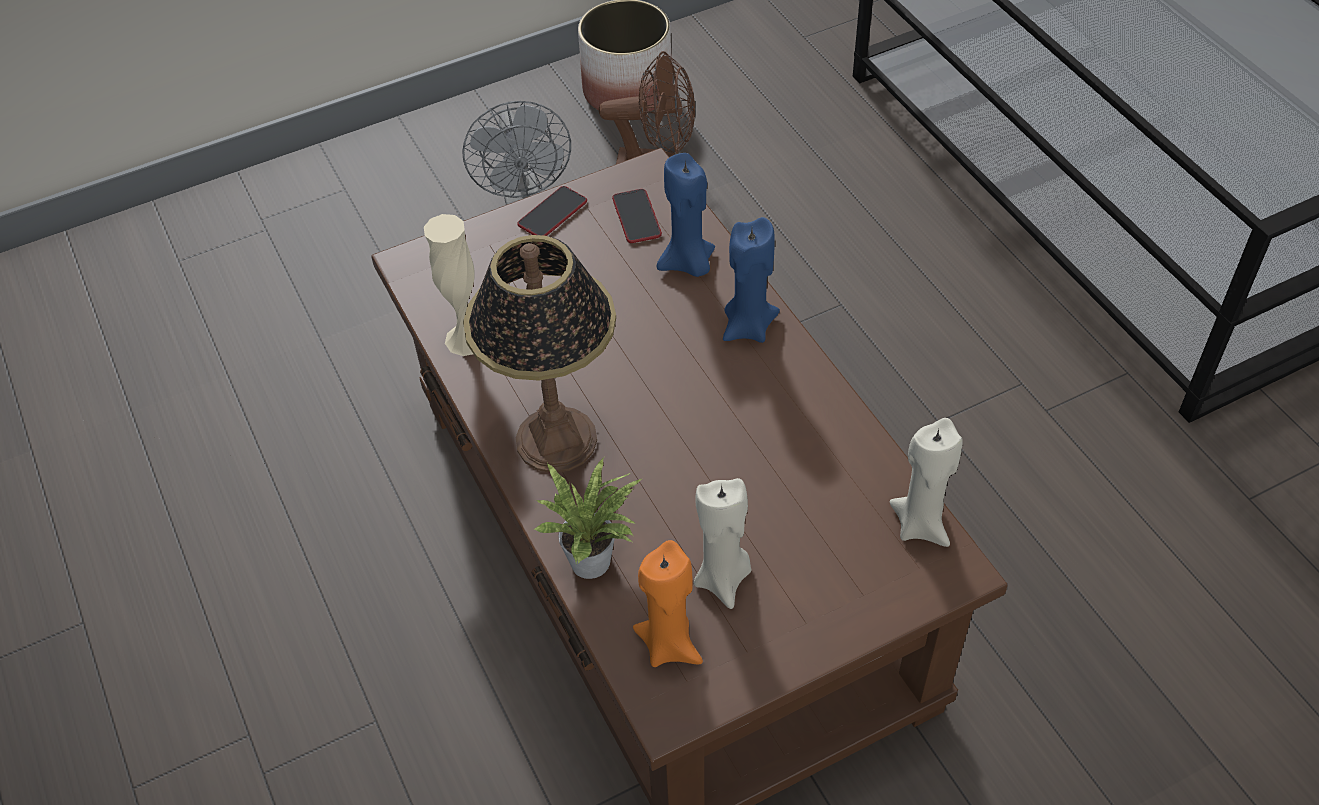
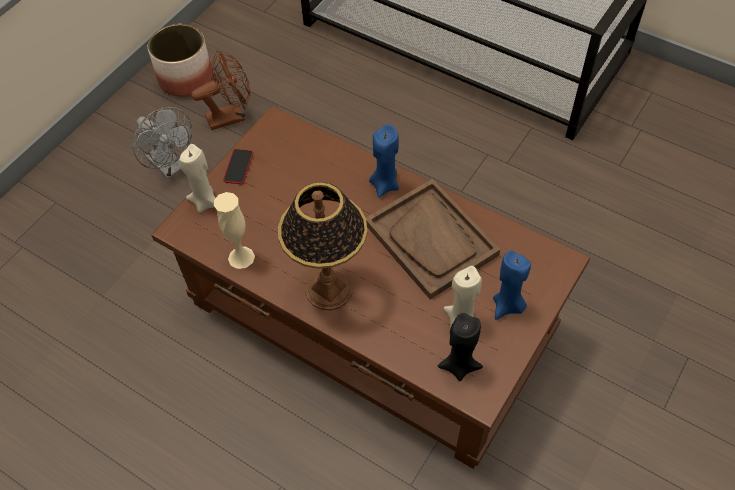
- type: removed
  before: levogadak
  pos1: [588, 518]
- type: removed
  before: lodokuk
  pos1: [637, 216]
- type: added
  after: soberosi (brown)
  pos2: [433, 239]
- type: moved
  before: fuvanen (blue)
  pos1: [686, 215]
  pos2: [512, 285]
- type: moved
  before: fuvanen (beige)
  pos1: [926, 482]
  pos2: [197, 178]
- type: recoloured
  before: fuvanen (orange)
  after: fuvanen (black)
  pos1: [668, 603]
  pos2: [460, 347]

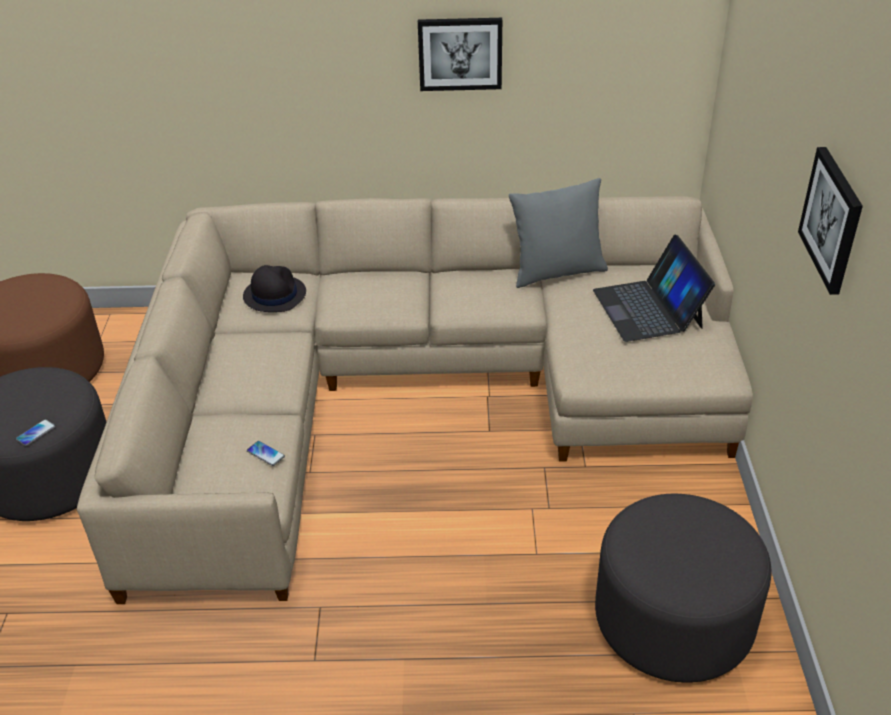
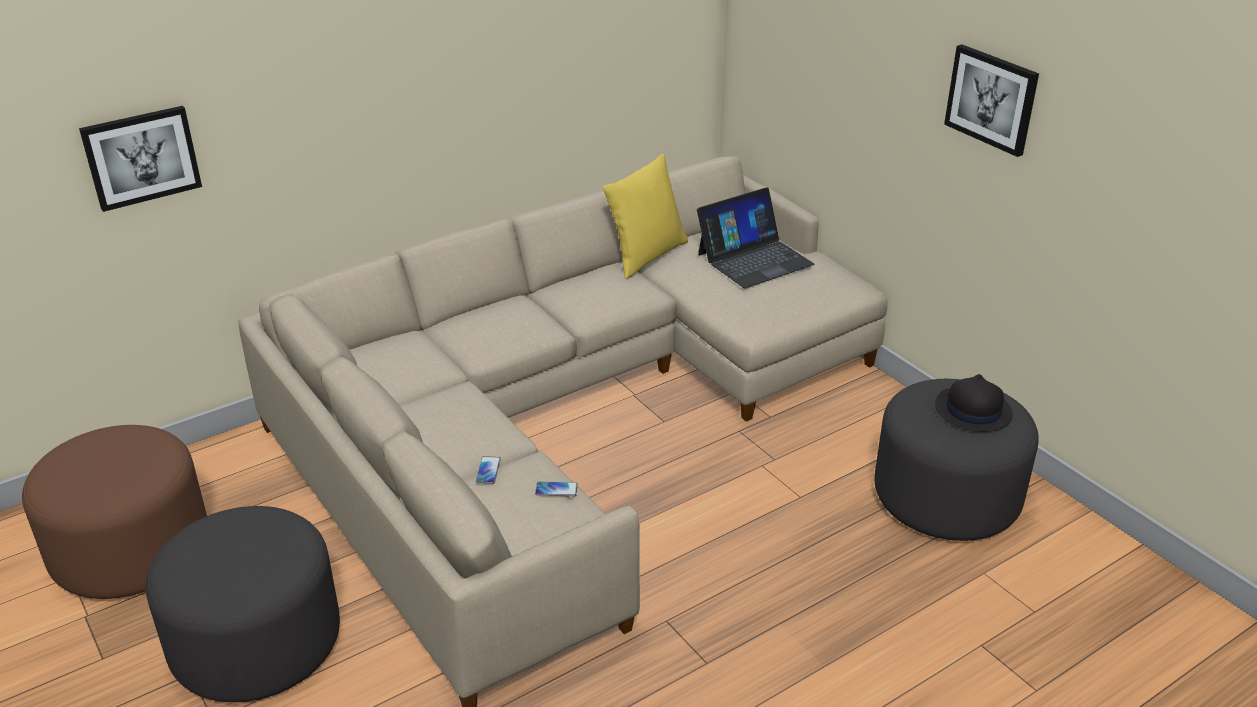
- type: moved
  before: lodokuk
  pos1: [36, 432]
  pos2: [488, 470]
- type: moved
  before: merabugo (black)
  pos1: [274, 288]
  pos2: [974, 403]
- type: moved
  before: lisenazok
  pos1: [460, 54]
  pos2: [140, 159]
- type: recoloured
  before: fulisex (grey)
  after: fulisex (yellow)
  pos1: [558, 233]
  pos2: [645, 216]
- type: turned
  before: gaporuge
  pos1: [654, 288]
  pos2: [755, 238]
  turn: -75

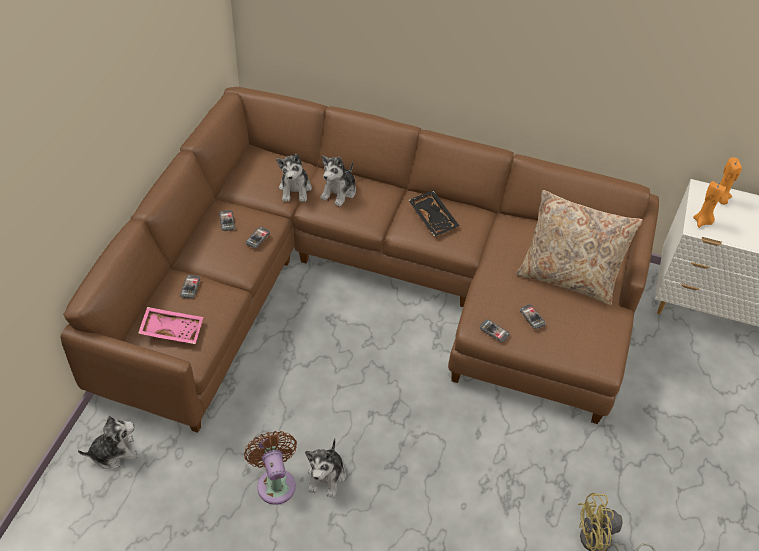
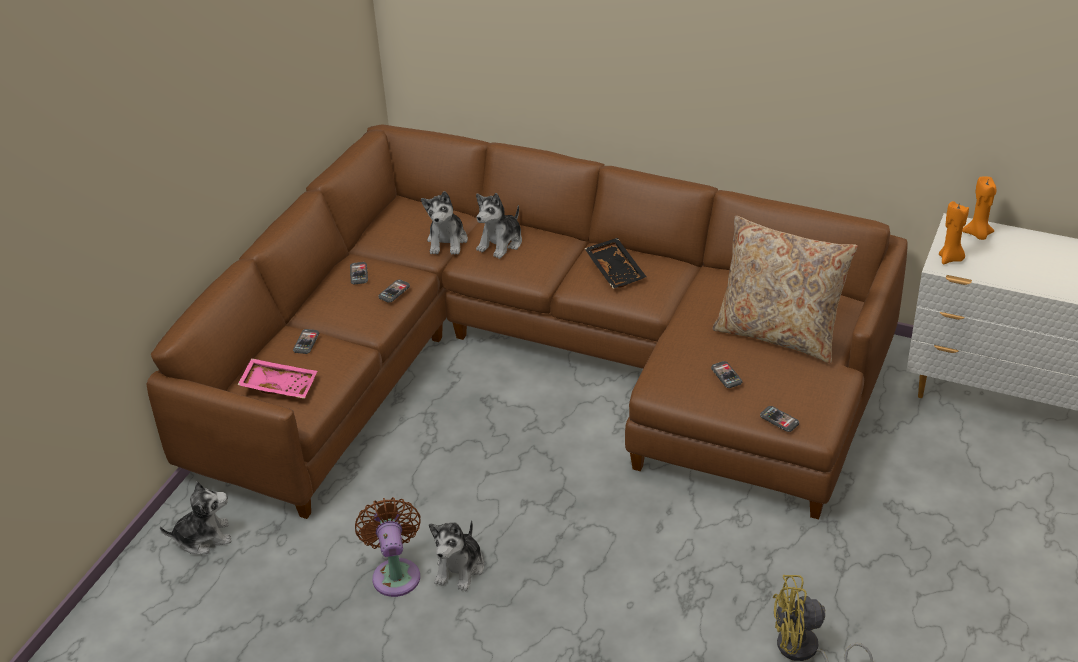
- type: moved
  before: lodokuk
  pos1: [494, 330]
  pos2: [779, 419]

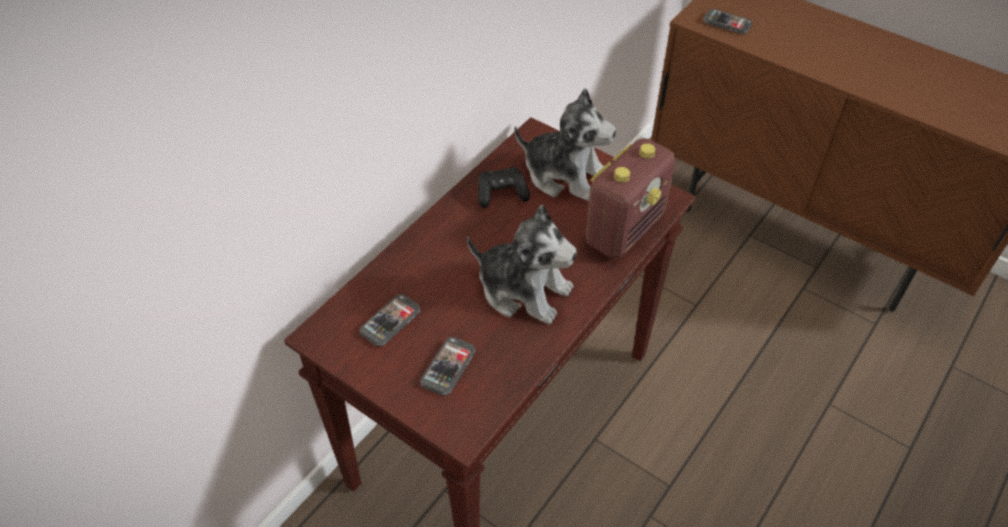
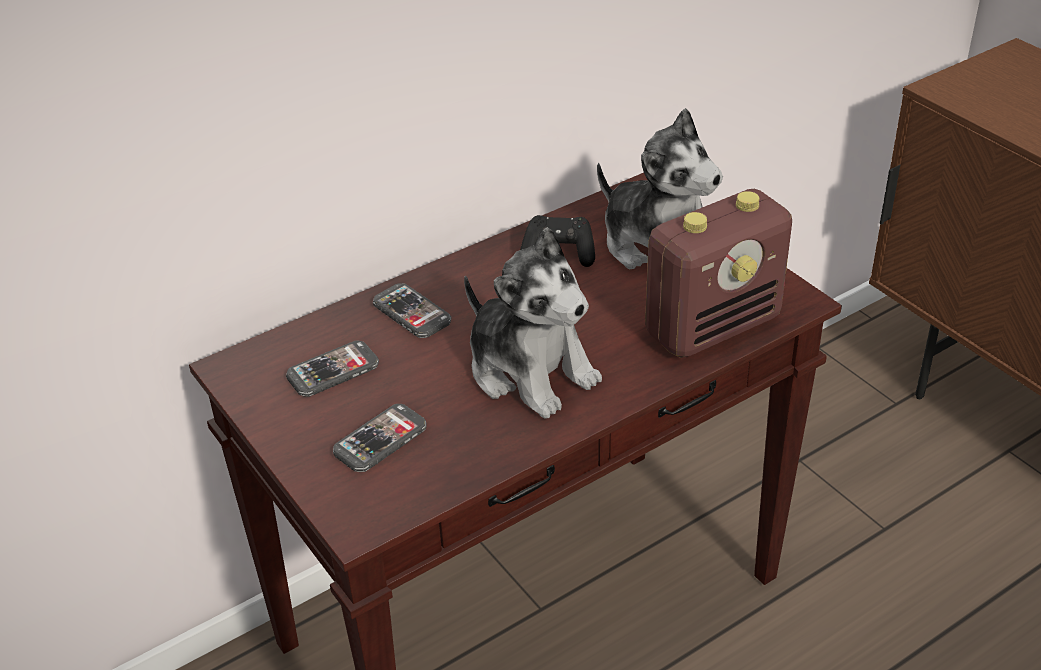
- type: moved
  before: lodokuk
  pos1: [727, 21]
  pos2: [412, 310]

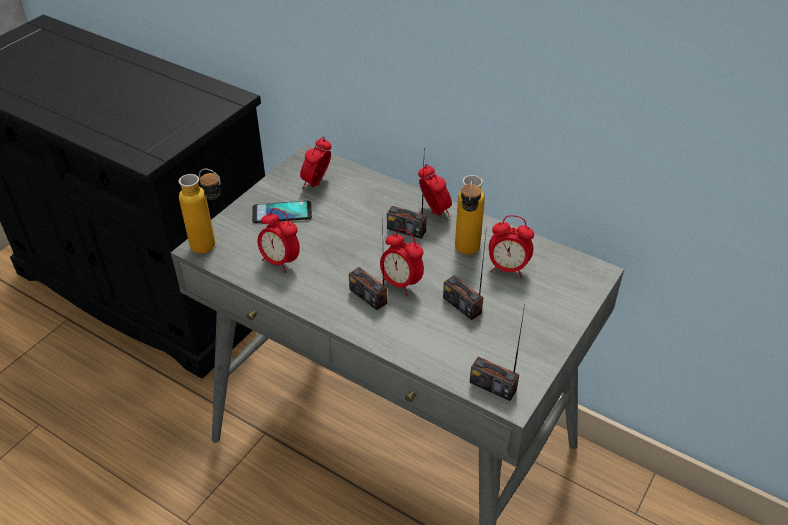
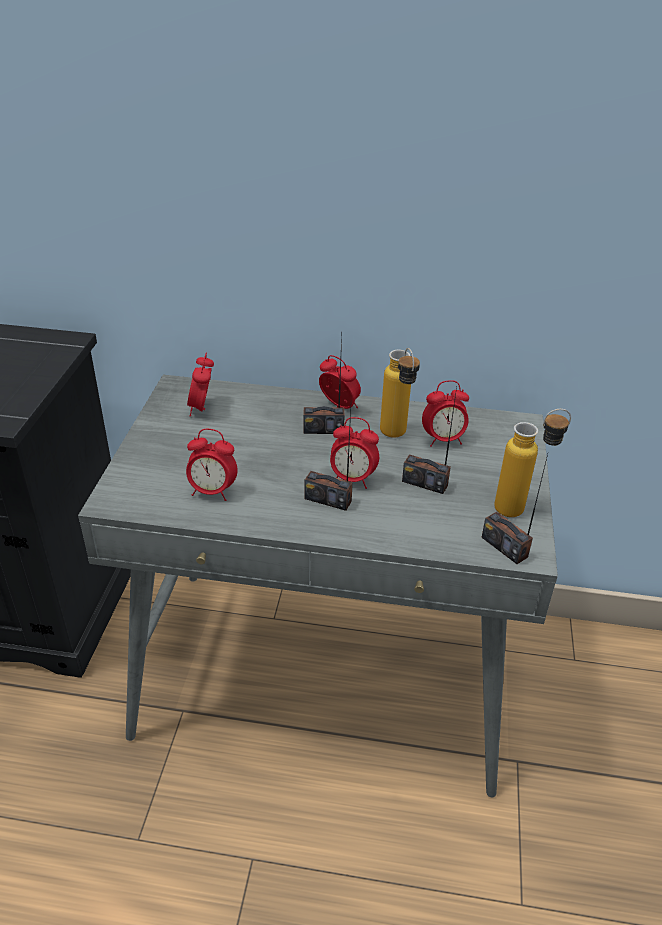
- type: removed
  before: lodokuk
  pos1: [282, 212]
- type: moved
  before: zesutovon
  pos1: [200, 211]
  pos2: [532, 463]
- type: turned
  before: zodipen
  pos1: [497, 352]
  pos2: [515, 509]
  turn: 45

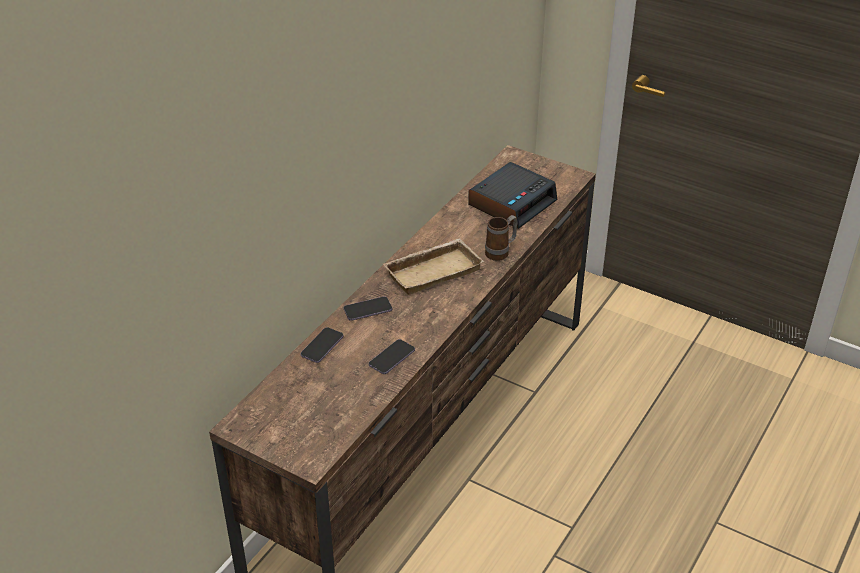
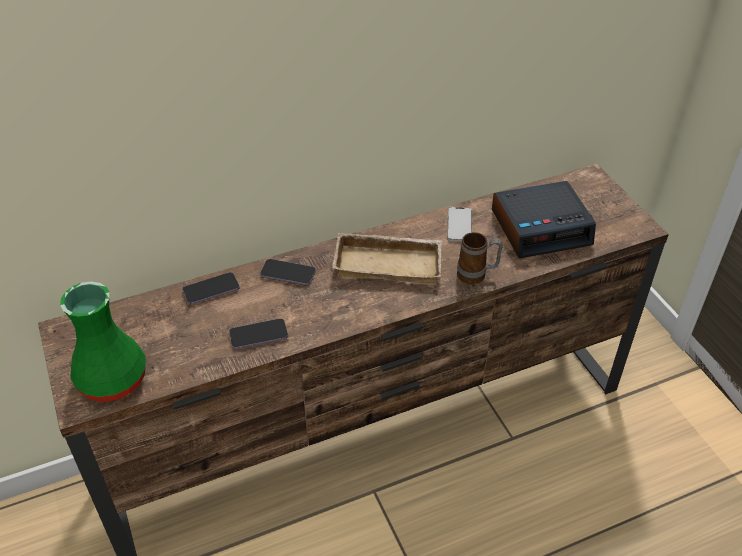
- type: added
  after: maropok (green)
  pos2: [103, 341]
- type: added
  after: lodokuk
  pos2: [459, 224]

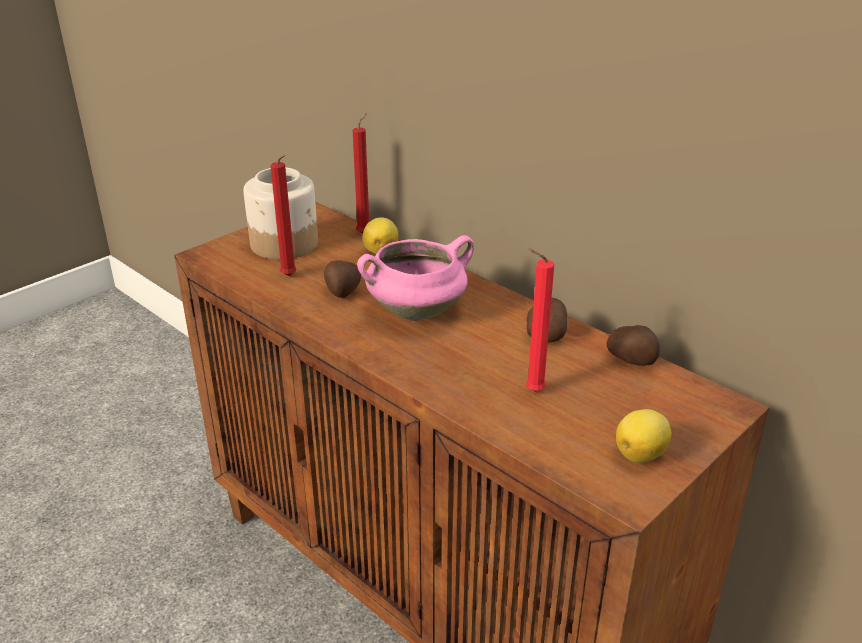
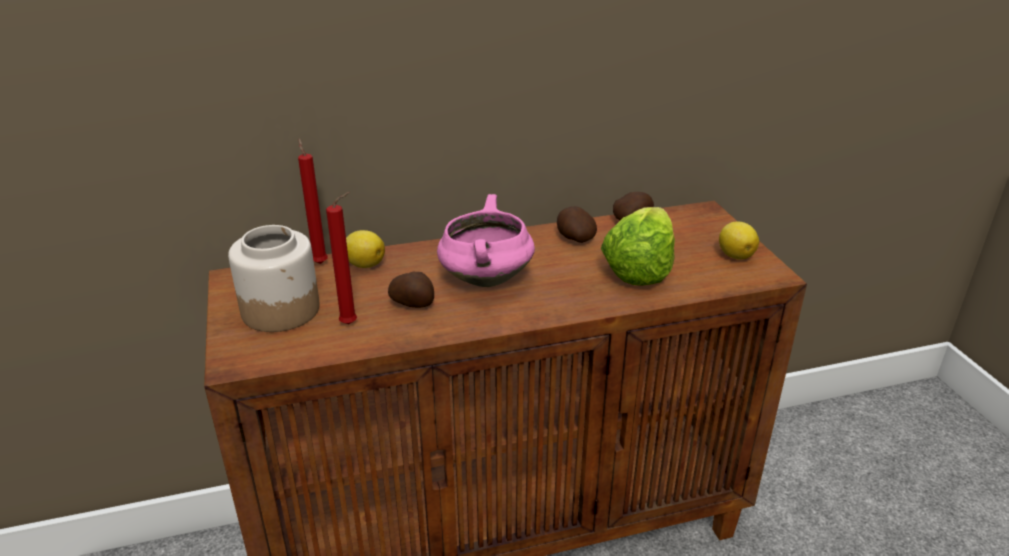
- type: replaced
  before: fuvanen (red)
  after: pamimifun
  pos1: [540, 320]
  pos2: [638, 246]

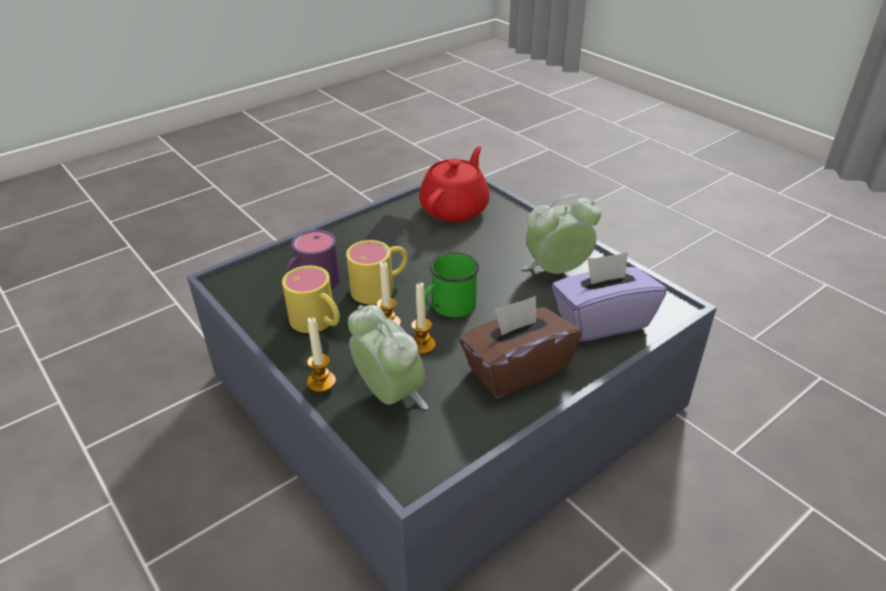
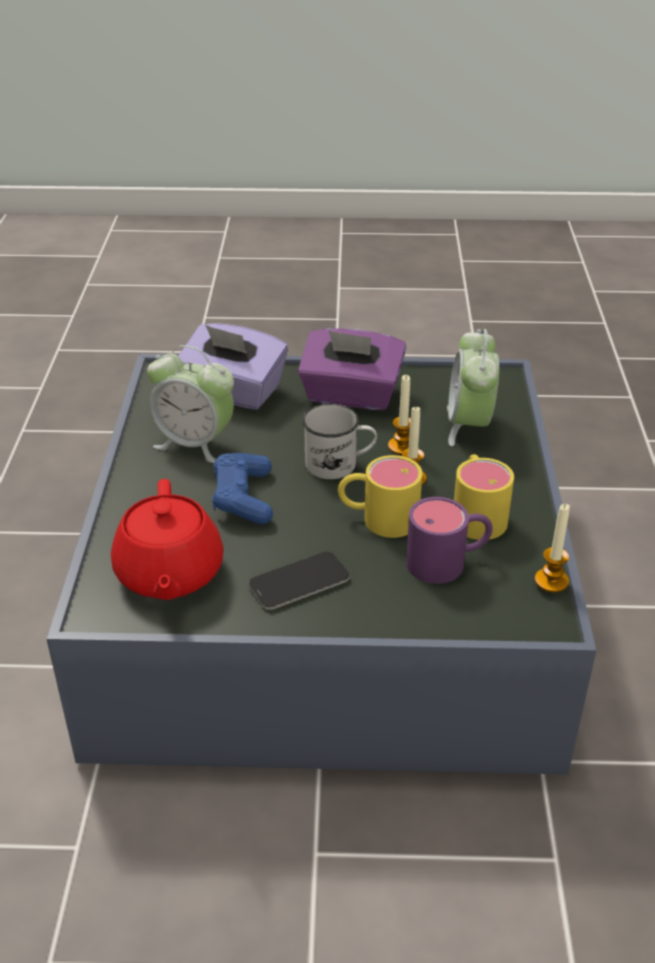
- type: added
  after: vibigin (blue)
  pos2: [242, 488]
- type: moved
  before: fuvanen
  pos1: [321, 354]
  pos2: [552, 548]
- type: recoloured
  before: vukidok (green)
  after: vukidok (white)
  pos1: [452, 285]
  pos2: [339, 441]
- type: recoloured
  before: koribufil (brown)
  after: koribufil (purple)
  pos1: [520, 347]
  pos2: [352, 369]
- type: turned
  before: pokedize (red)
  pos1: [454, 184]
  pos2: [167, 539]
  turn: -75

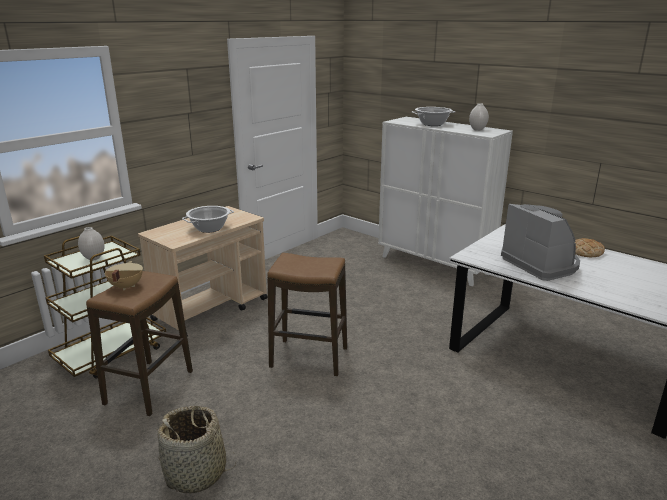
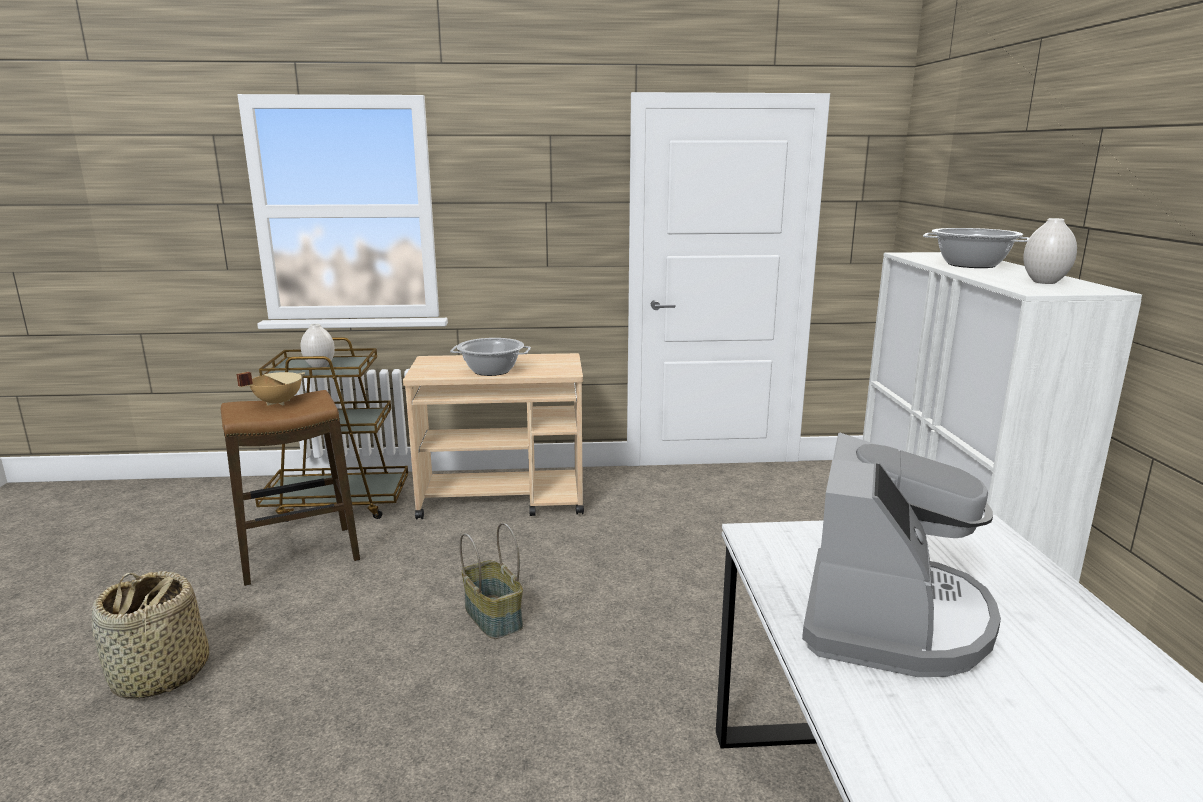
- type: removed
  before: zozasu
  pos1: [590, 247]
- type: replaced
  before: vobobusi
  after: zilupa
  pos1: [307, 314]
  pos2: [491, 581]

